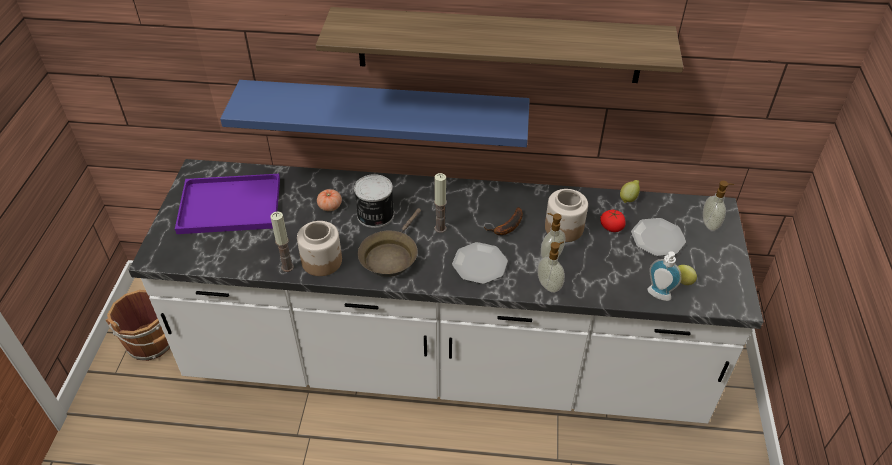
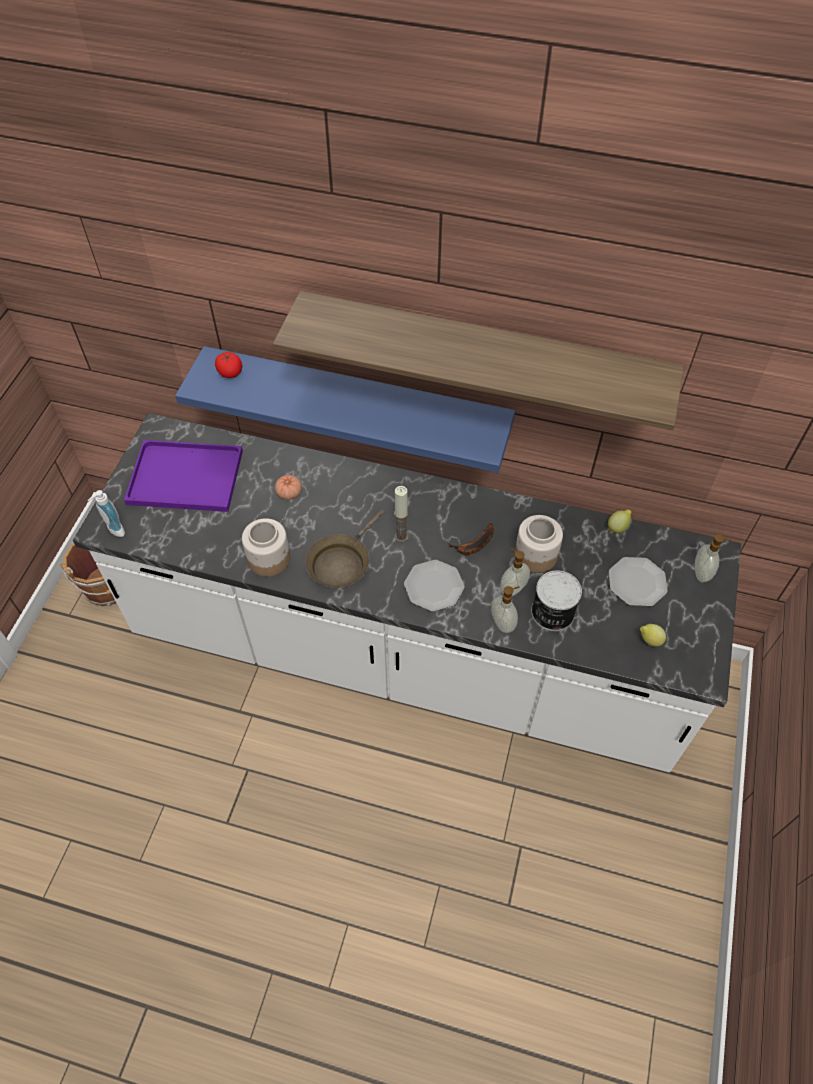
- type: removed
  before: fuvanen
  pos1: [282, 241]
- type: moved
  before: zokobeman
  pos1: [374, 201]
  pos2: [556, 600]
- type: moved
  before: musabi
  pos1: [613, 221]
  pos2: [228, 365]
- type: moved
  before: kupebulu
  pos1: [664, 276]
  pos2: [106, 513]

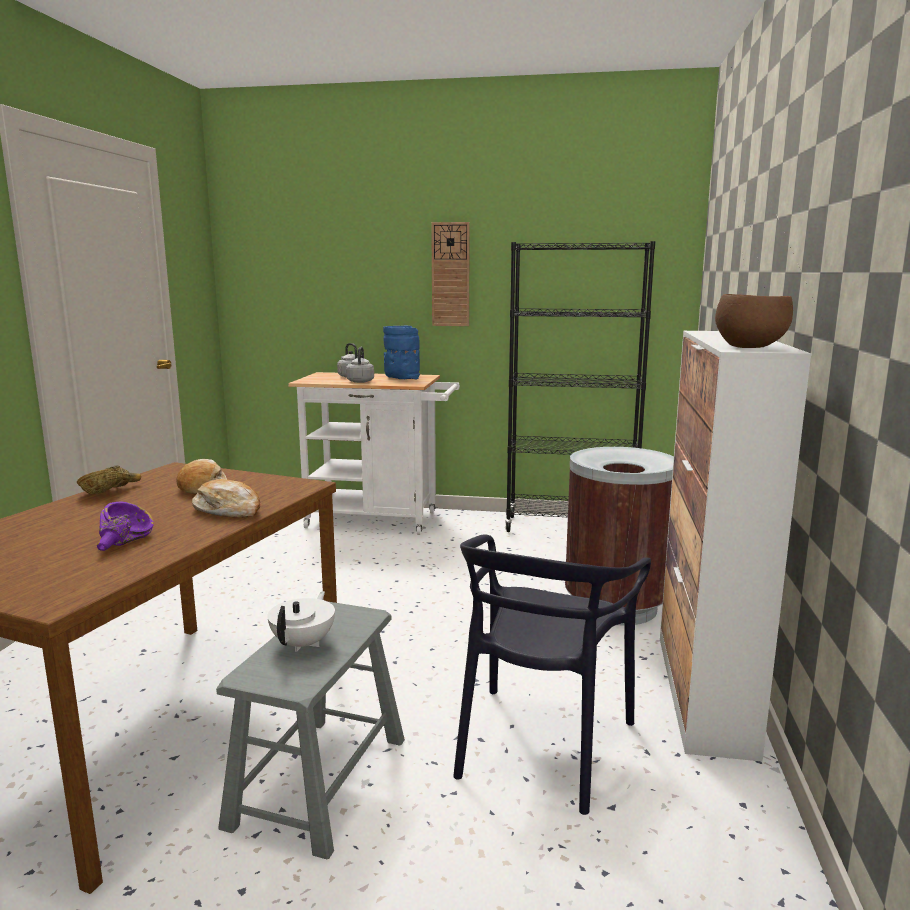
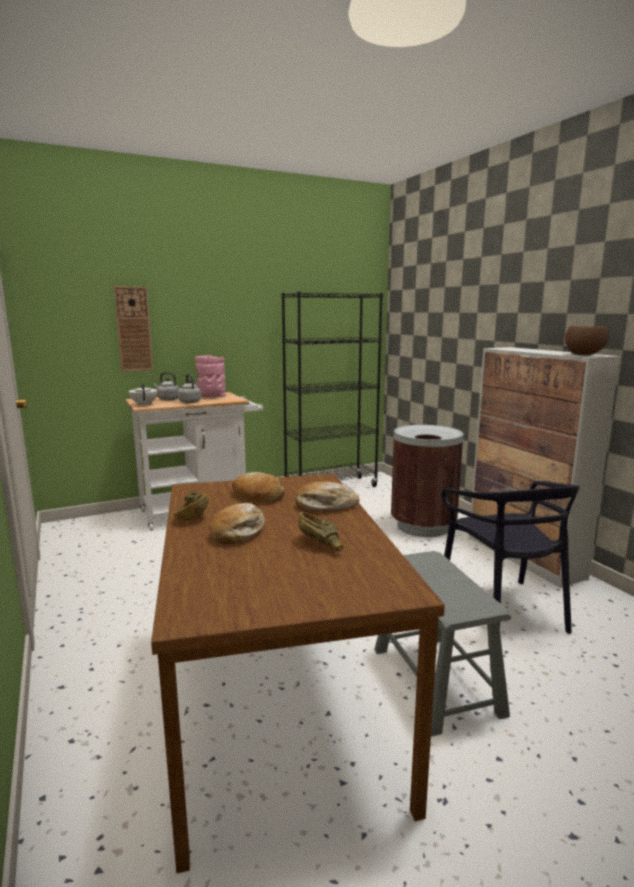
- type: added
  after: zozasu
  pos2: [236, 523]
- type: moved
  before: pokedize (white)
  pos1: [301, 621]
  pos2: [143, 394]
- type: moved
  before: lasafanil
  pos1: [450, 274]
  pos2: [133, 329]
- type: recoloured
  before: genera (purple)
  after: genera (brown)
  pos1: [125, 526]
  pos2: [320, 532]
- type: recoloured
  before: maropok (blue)
  after: maropok (pink)
  pos1: [401, 352]
  pos2: [210, 376]

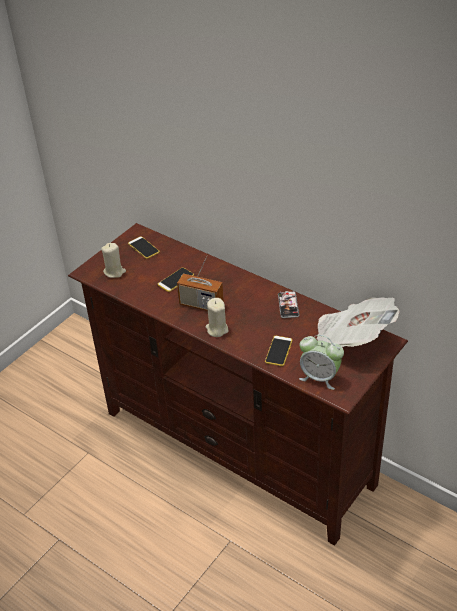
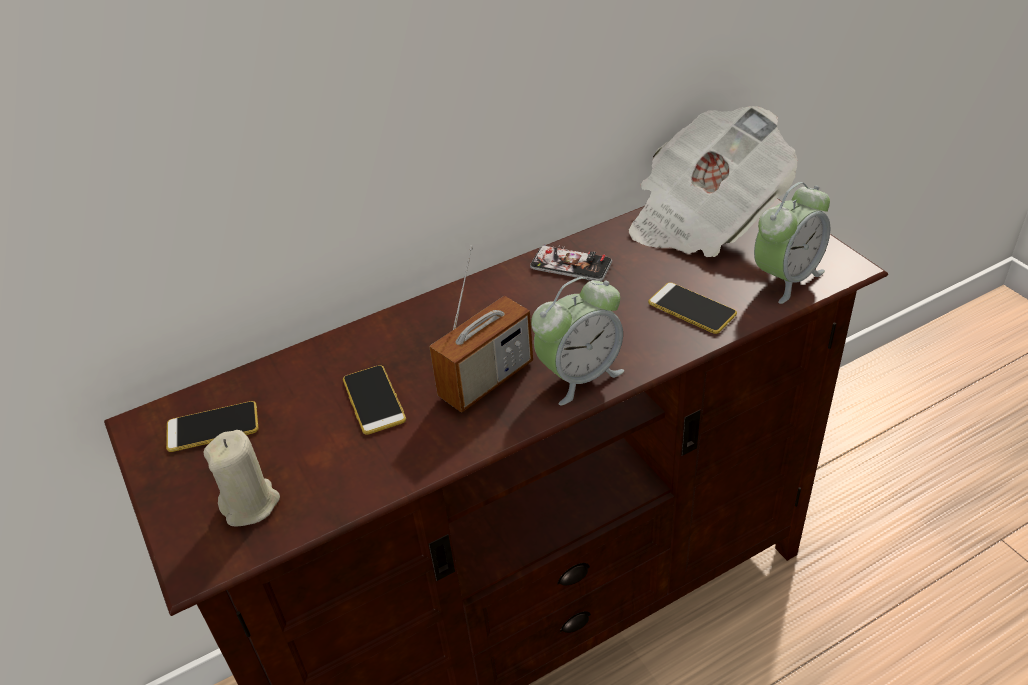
- type: replaced
  before: fuvanen (beige)
  after: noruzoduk
  pos1: [217, 317]
  pos2: [577, 341]

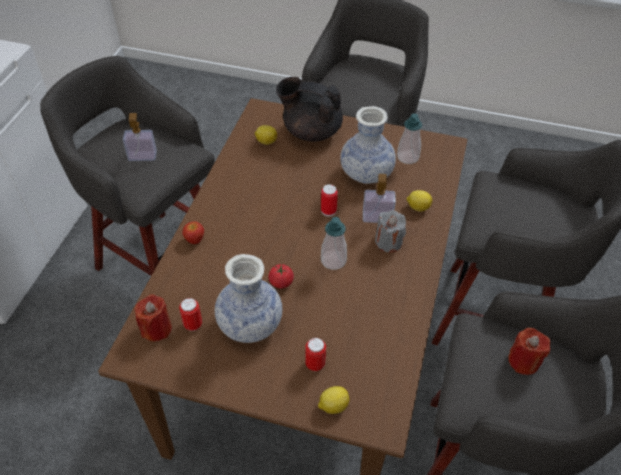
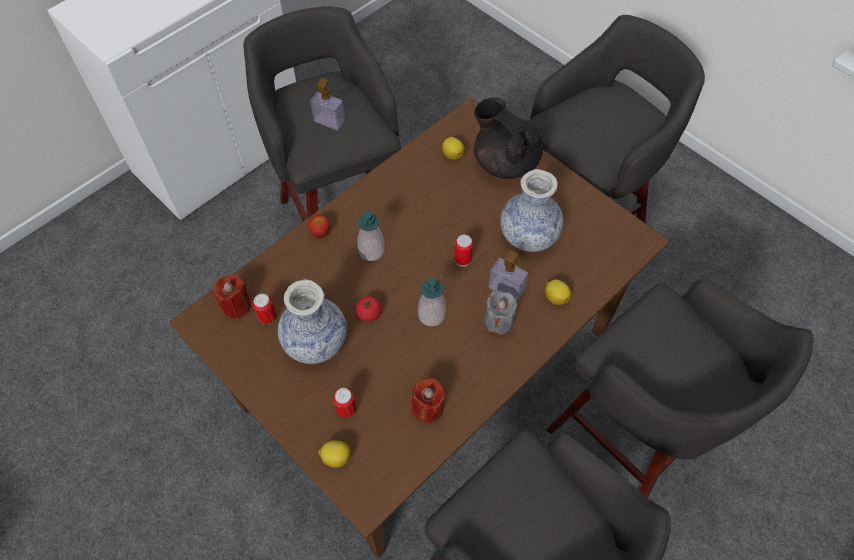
- type: moved
  before: kupebulu
  pos1: [409, 138]
  pos2: [371, 236]
- type: moved
  before: fuvanen (red)
  pos1: [529, 351]
  pos2: [428, 400]

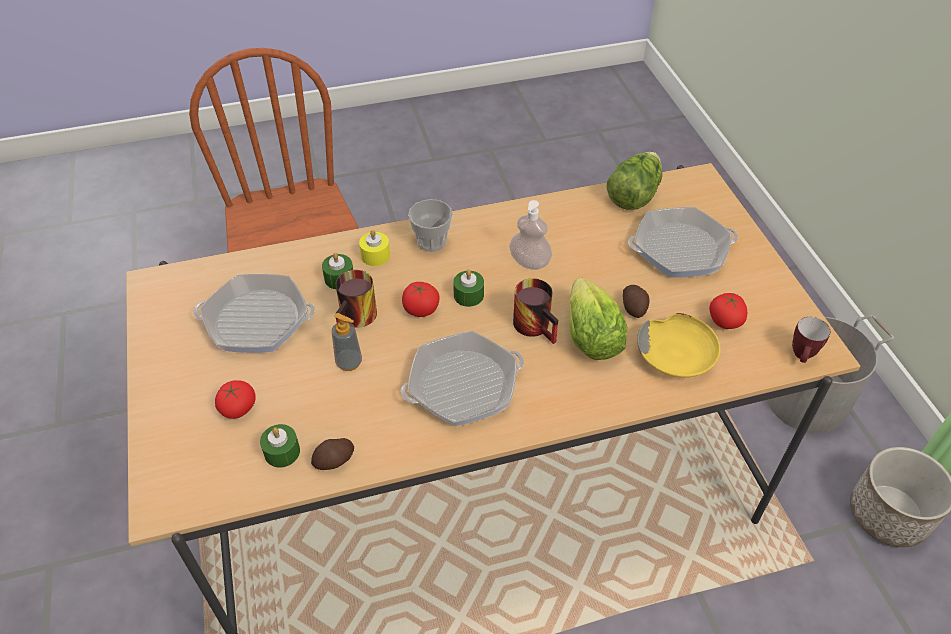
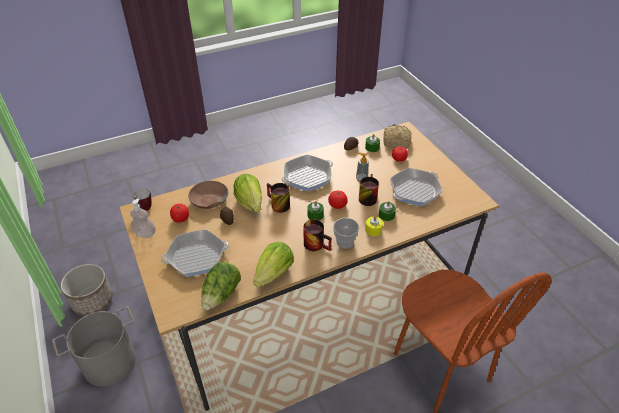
- type: added
  after: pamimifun
  pos2: [273, 264]
- type: added
  after: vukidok
  pos2: [318, 235]
- type: added
  after: zozasu
  pos2: [397, 136]
- type: moved
  before: kupebulu
  pos1: [530, 235]
  pos2: [142, 218]
- type: recoloured
  before: genera (yellow)
  after: genera (brown)
  pos1: [678, 345]
  pos2: [208, 195]
- type: turned
  before: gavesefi
  pos1: [254, 313]
  pos2: [416, 187]
  turn: 150

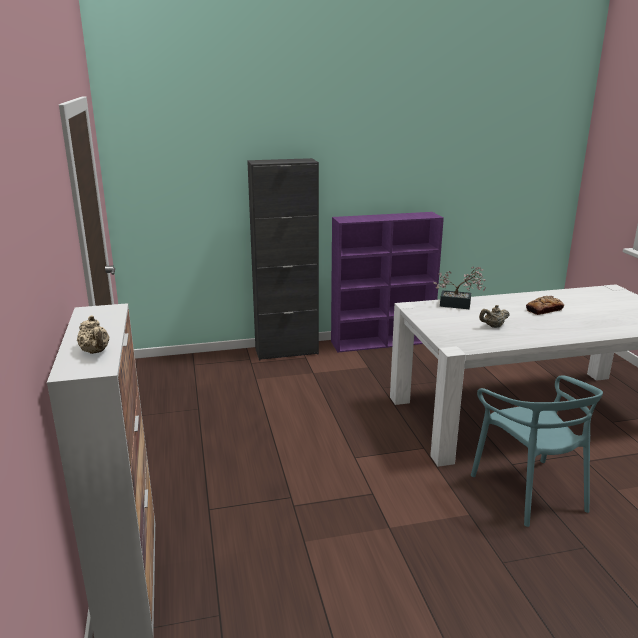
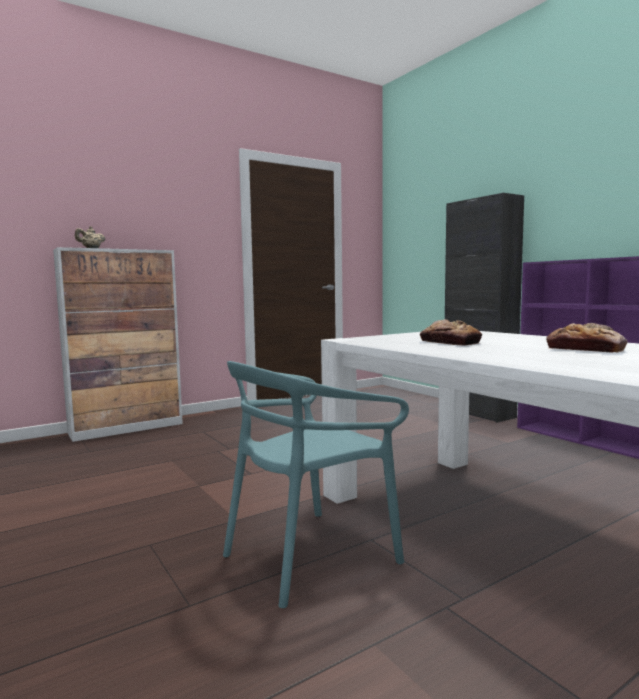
- type: removed
  before: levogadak
  pos1: [459, 288]
- type: replaced
  before: pokedize (beige)
  after: zozasu
  pos1: [494, 316]
  pos2: [451, 332]

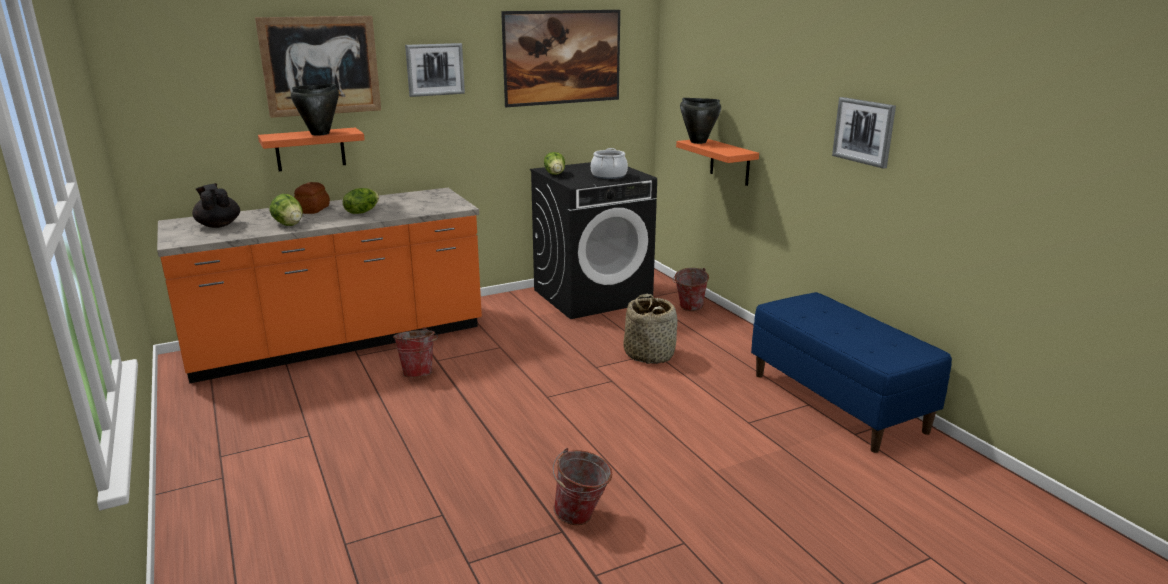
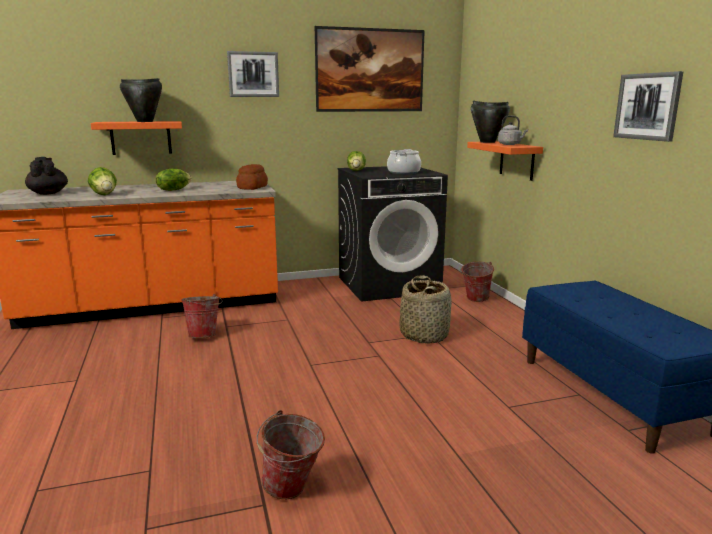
- type: removed
  before: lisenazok
  pos1: [318, 67]
- type: added
  after: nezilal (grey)
  pos2: [513, 130]
- type: moved
  before: zozasu
  pos1: [312, 198]
  pos2: [252, 177]

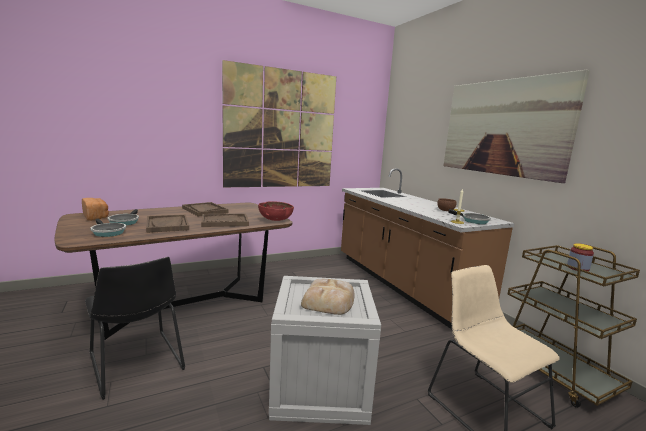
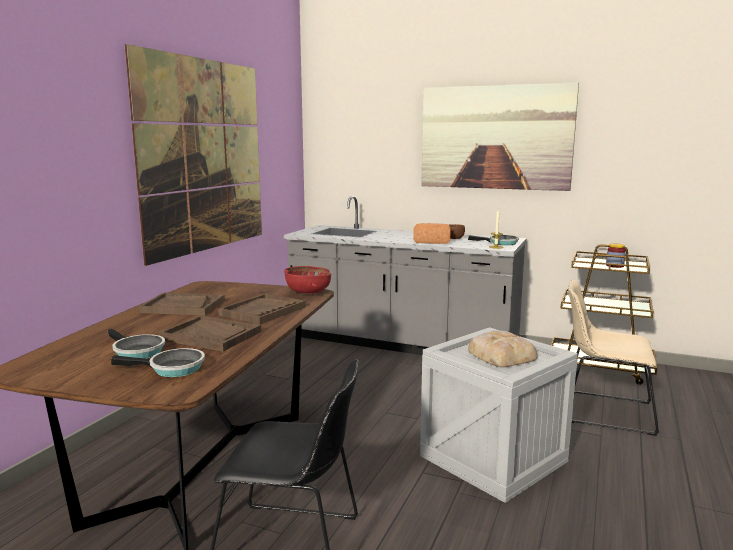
- type: moved
  before: zozasu
  pos1: [95, 209]
  pos2: [432, 233]
- type: recoloured
  before: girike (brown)
  after: girike (grey)
  pos1: [428, 248]
  pos2: [405, 275]

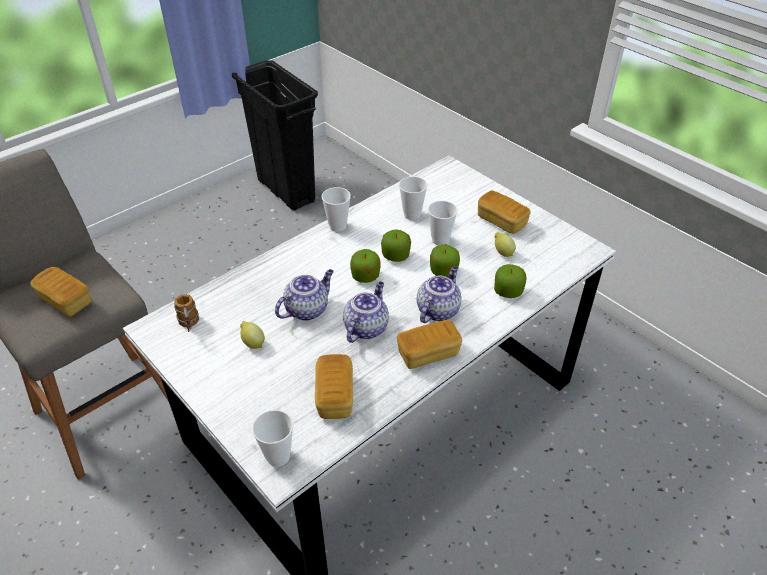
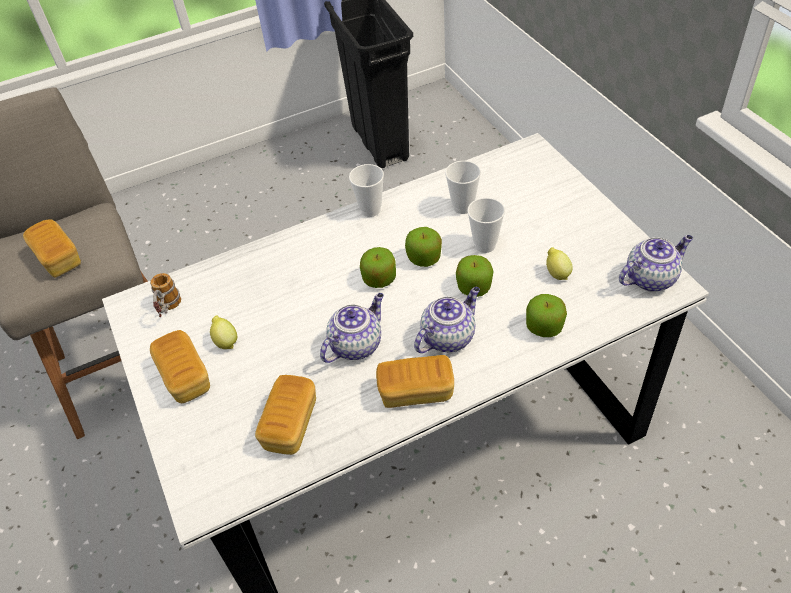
- type: removed
  before: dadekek
  pos1: [272, 438]
- type: moved
  before: pokedize
  pos1: [304, 295]
  pos2: [656, 263]
- type: moved
  before: zozasu
  pos1: [504, 212]
  pos2: [180, 366]

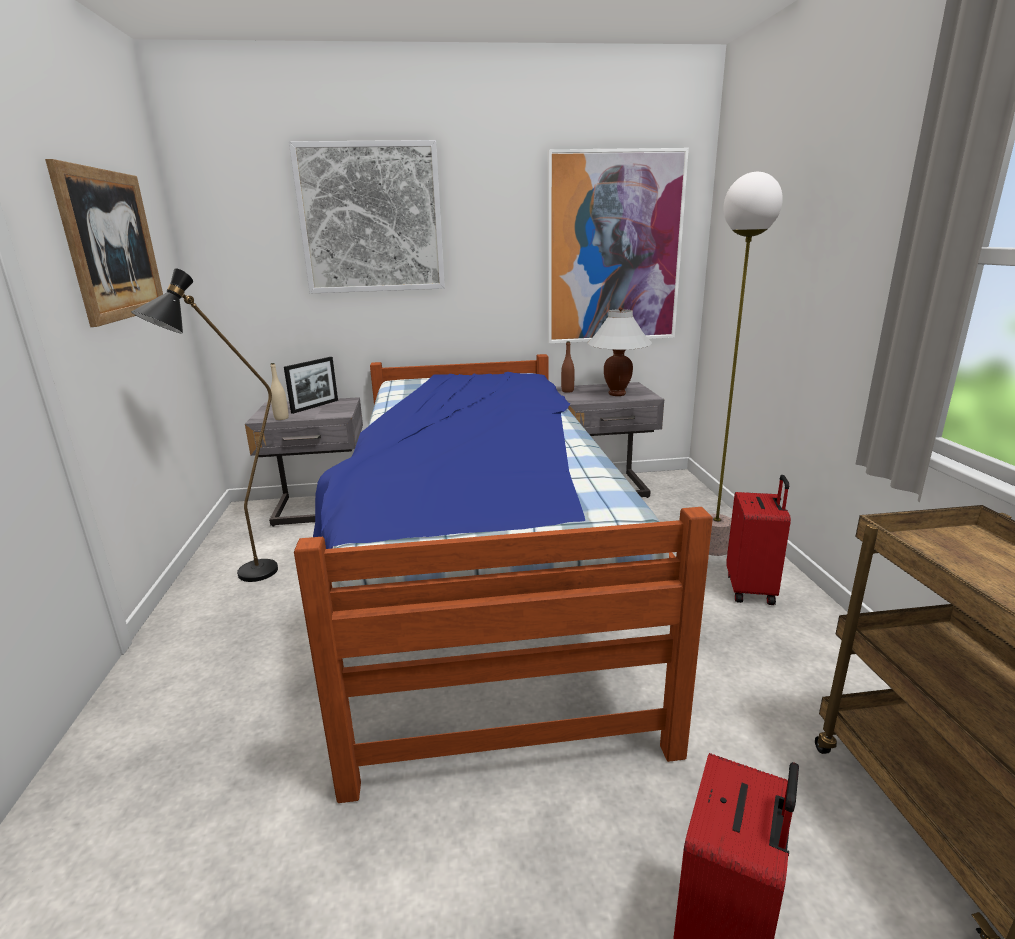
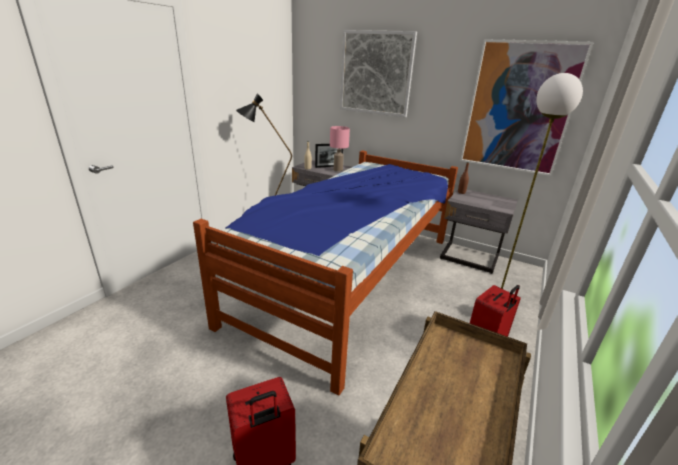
- type: removed
  before: lisenazok
  pos1: [104, 243]
- type: removed
  before: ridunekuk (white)
  pos1: [619, 351]
- type: added
  after: ridunekuk (pink)
  pos2: [340, 149]

